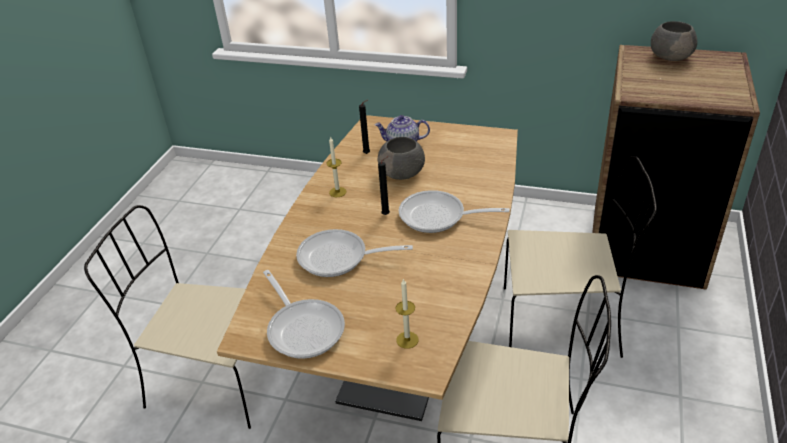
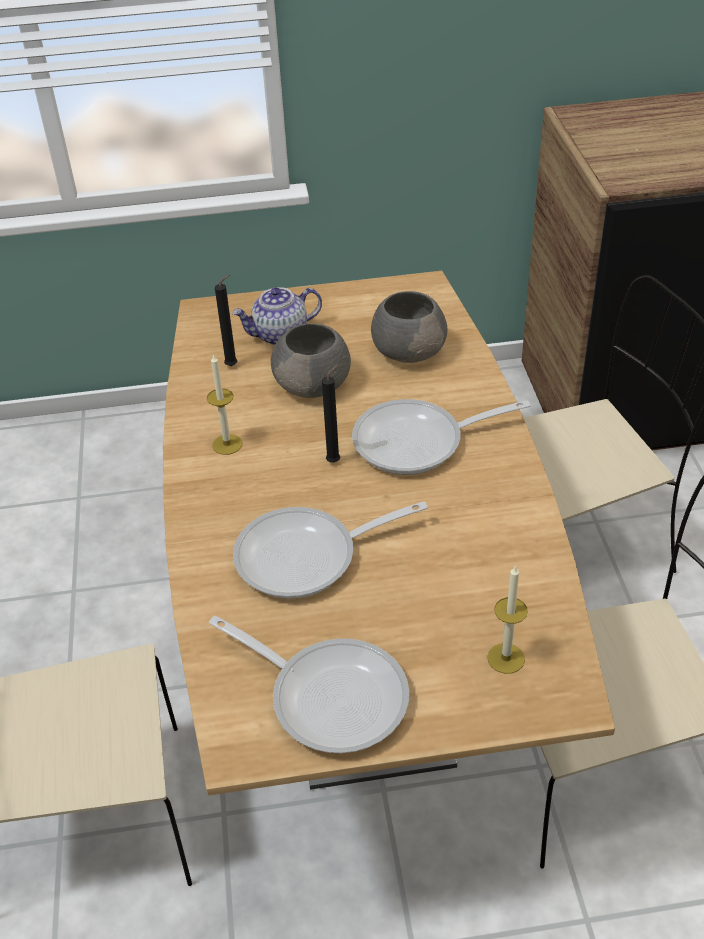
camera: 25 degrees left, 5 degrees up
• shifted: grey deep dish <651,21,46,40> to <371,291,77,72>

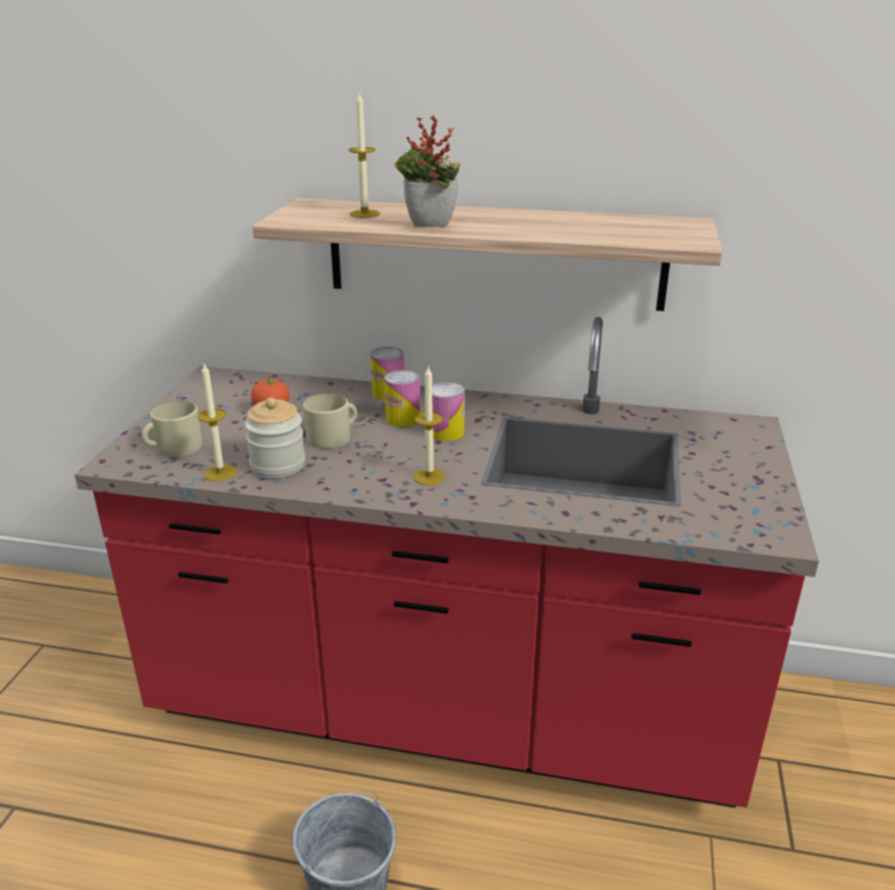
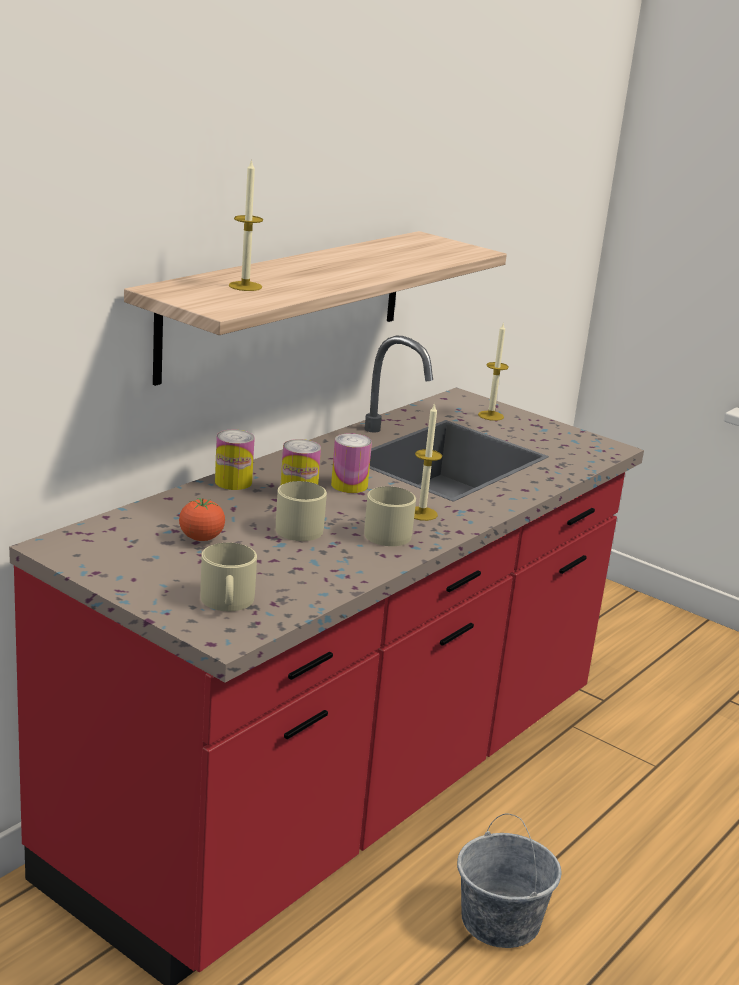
camera: 65 degrees left, 5 degrees down
• shifted: candle <197,363,40,119> to <478,322,31,99>
• gone: storage jar <244,397,61,81>
• gone: houseplant <394,115,66,112>
• new: beige-coloured coffee mug <364,486,52,60>

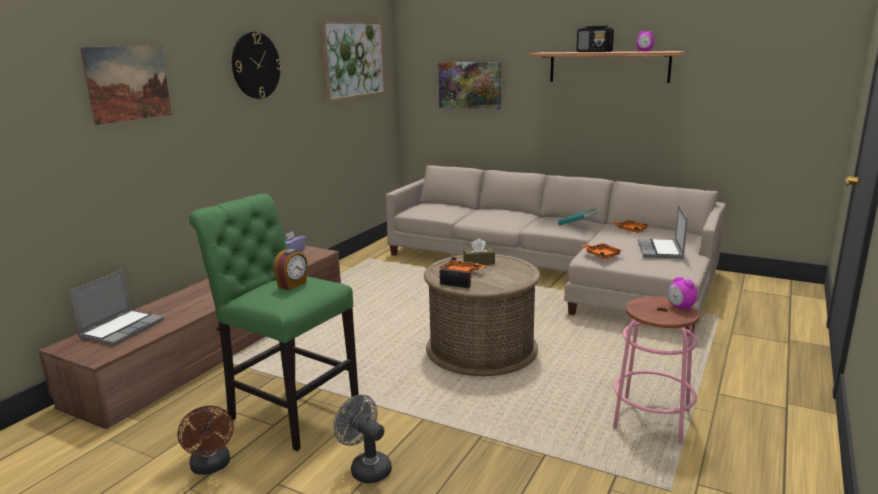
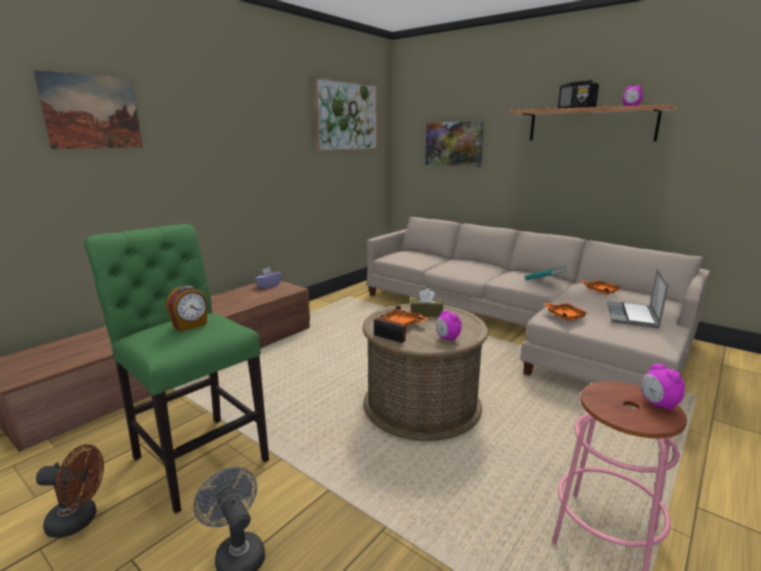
camera: 10 degrees right, 0 degrees up
• gone: laptop <69,269,95,76>
• rotated: brownish electric fan <177,406,57,69> = <36,444,68,94> 75 degrees counterclockwise
• gone: wall clock <232,32,50,67>
• new: table clock <436,310,26,31>

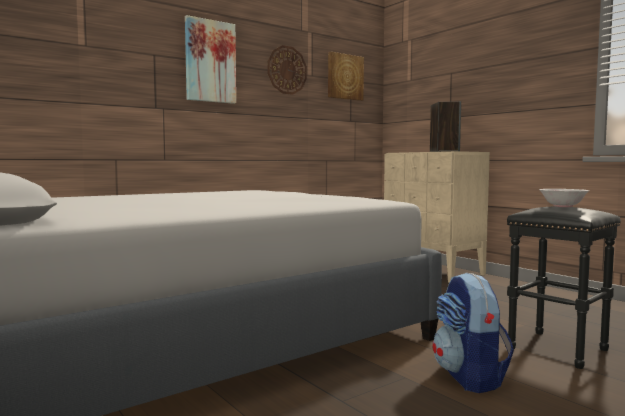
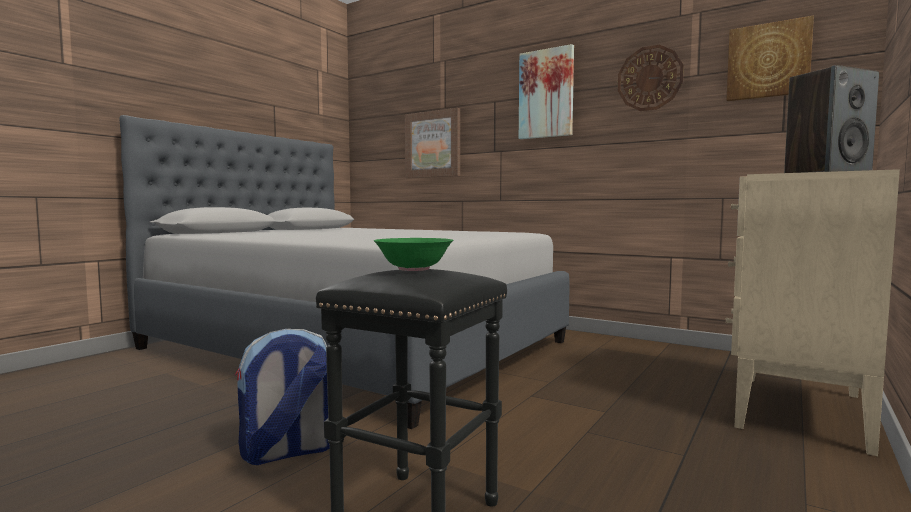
camera: 70 degrees right, 0 degrees up
• repainted: white deep dish <539,189,50,18> to greenish deep dish <374,238,79,33>
• new: wall picture <405,108,55,70>

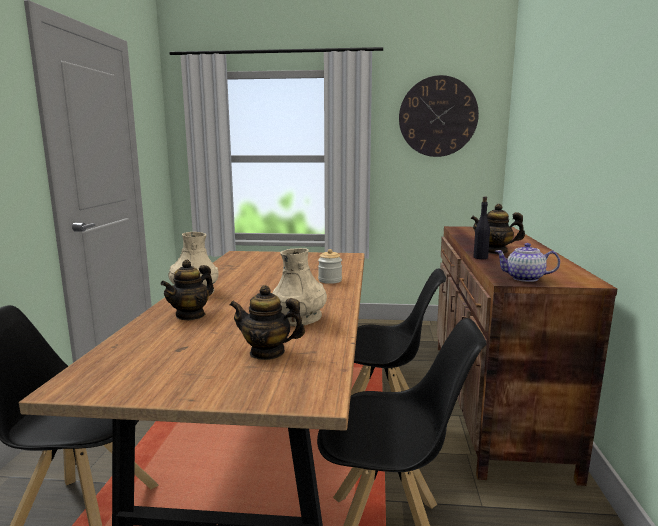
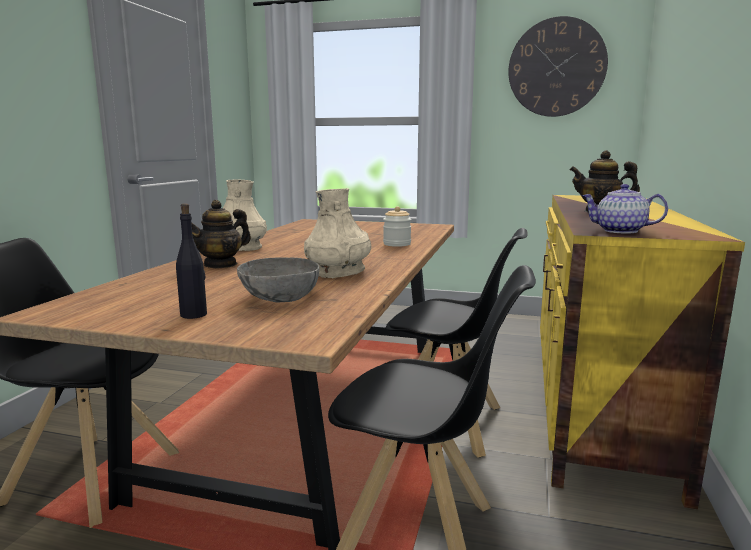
camera: 10 degrees right, 0 degrees up
• swapped: tea pot <230,285,75,75> to grey deep dish <237,257,82,46>
• repainted: brownish cabinet <437,226,180,260> to yellow cabinet <540,195,205,314>
• shifted: black-coloured beverage bottle <473,197,17,62> to <176,203,31,116>

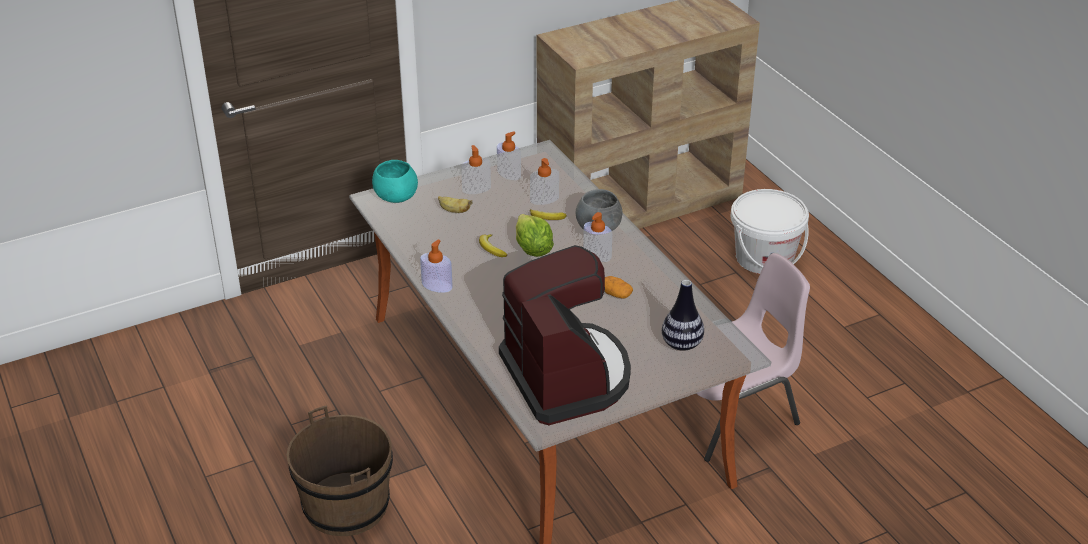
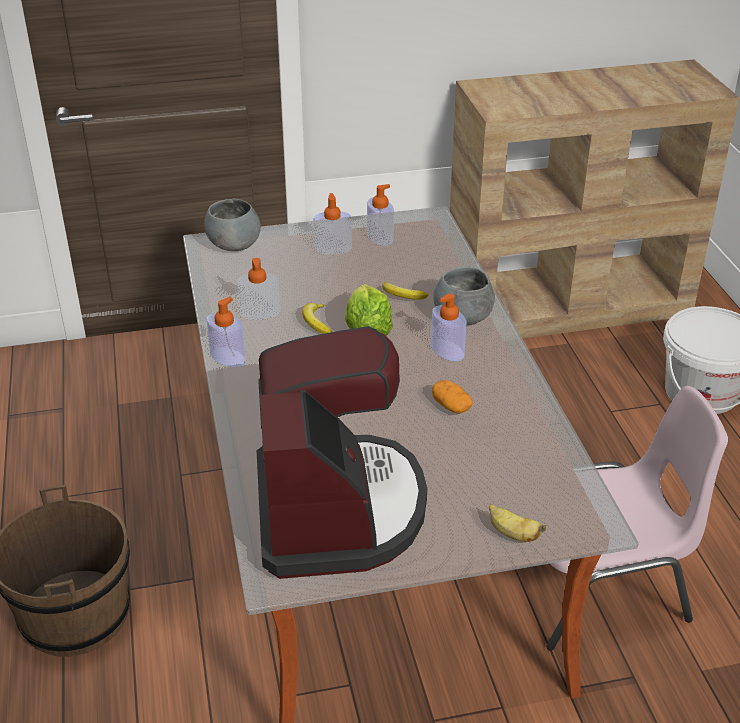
camera: 15 degrees right, 0 degrees up
• repainted: turquoise-coloured deep dish <372,160,46,43> to grey deep dish <204,199,57,52>
• shifted: whole banana <438,196,34,17> to <489,504,57,38>
• shifted: soap dispenser <530,158,29,47> to <237,258,43,62>
• gone: flower vase <662,280,42,71>

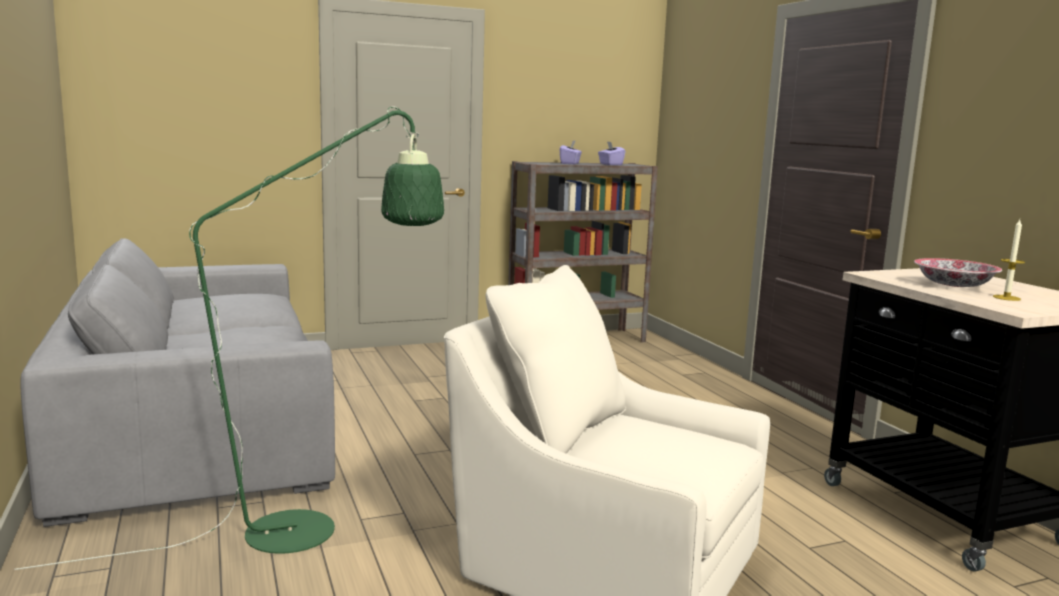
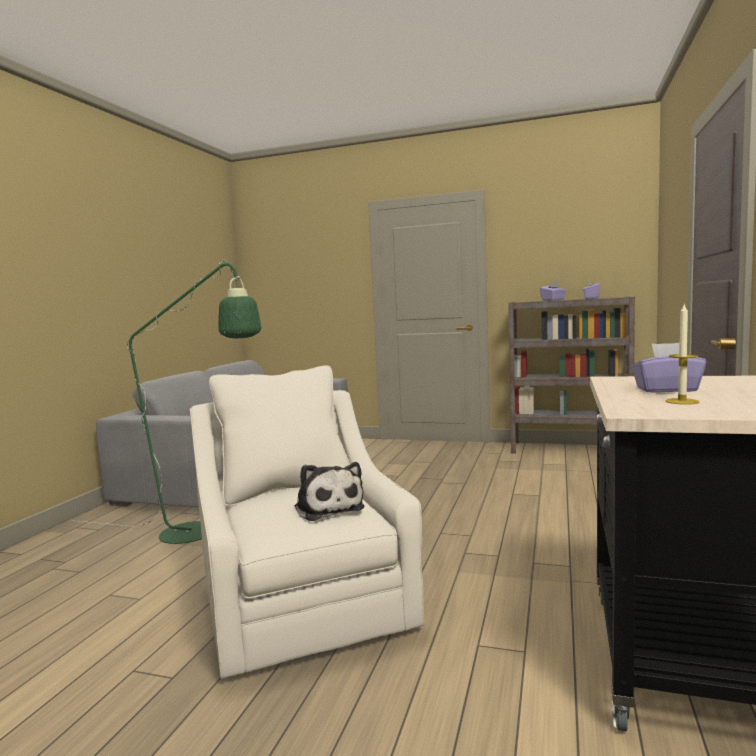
camera: 40 degrees right, 5 degrees down
• swapped: deep dish <914,258,88,29> to purplish tissue box <631,342,75,51>
• new: plush toy <295,462,70,59>

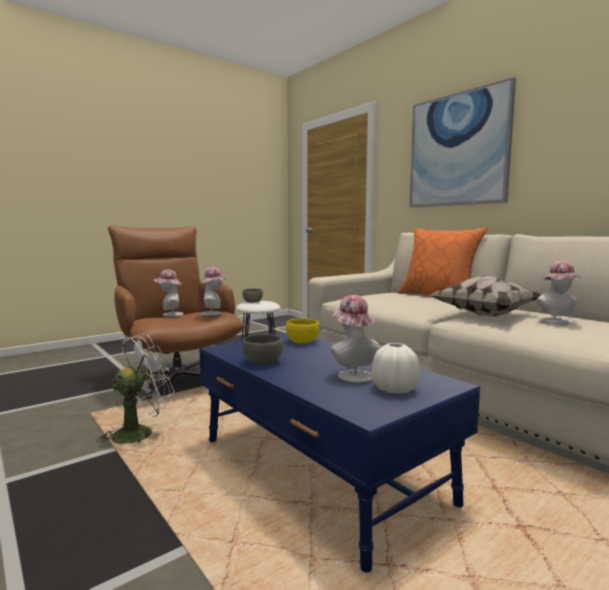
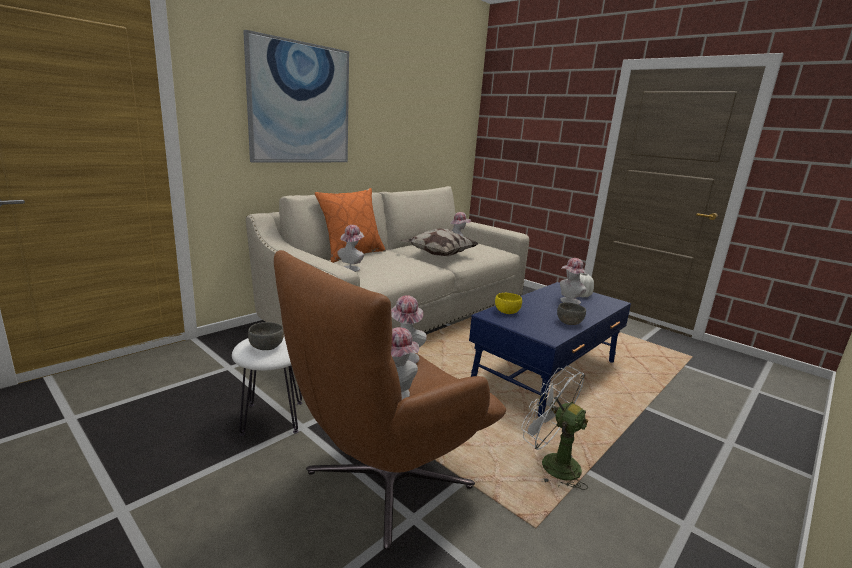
camera: 100 degrees left, 10 degrees up
• new: hat <338,225,26,47>

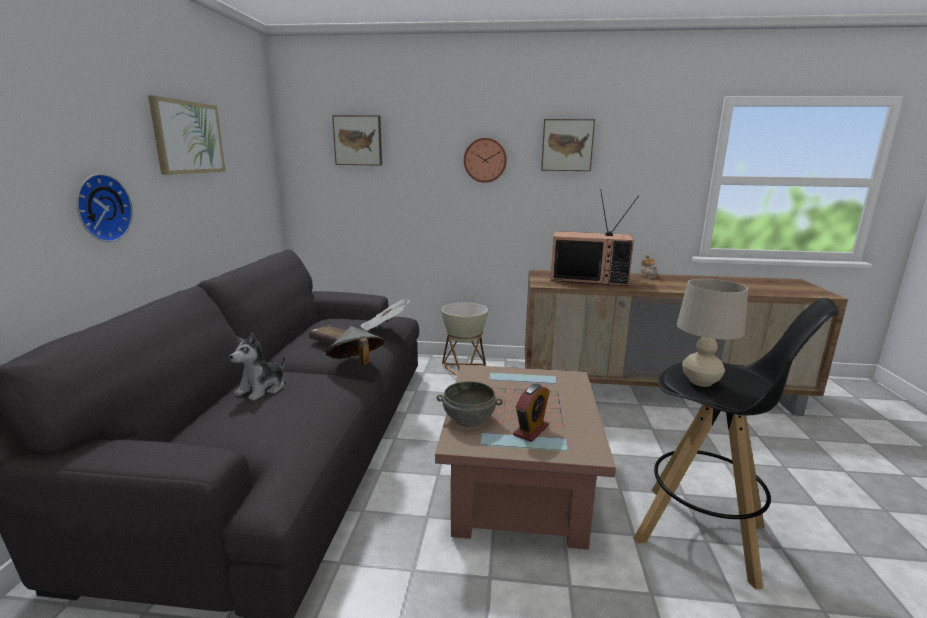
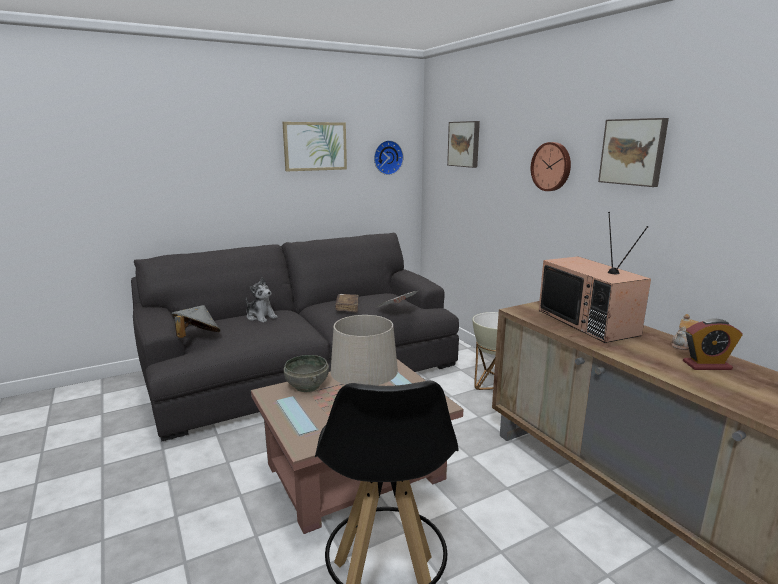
camera: 55 degrees right, 0 degrees up
• shifted: wall clock <76,174,57,68> to <374,140,30,35>
• rotated: plush toy <230,333,55,68> = <246,277,31,46> 135 degrees counterclockwise
• shifted: grey hat <326,326,58,39> to <171,305,50,33>
• shifted: table clock <513,384,37,58> to <683,318,59,52>

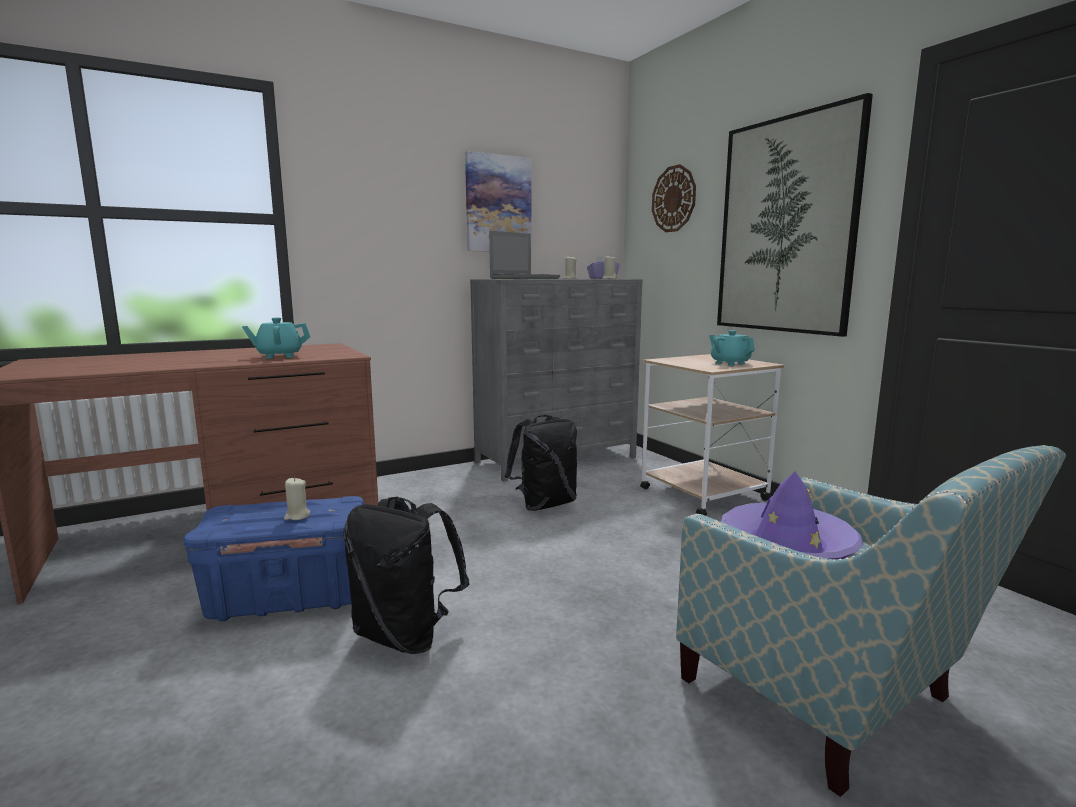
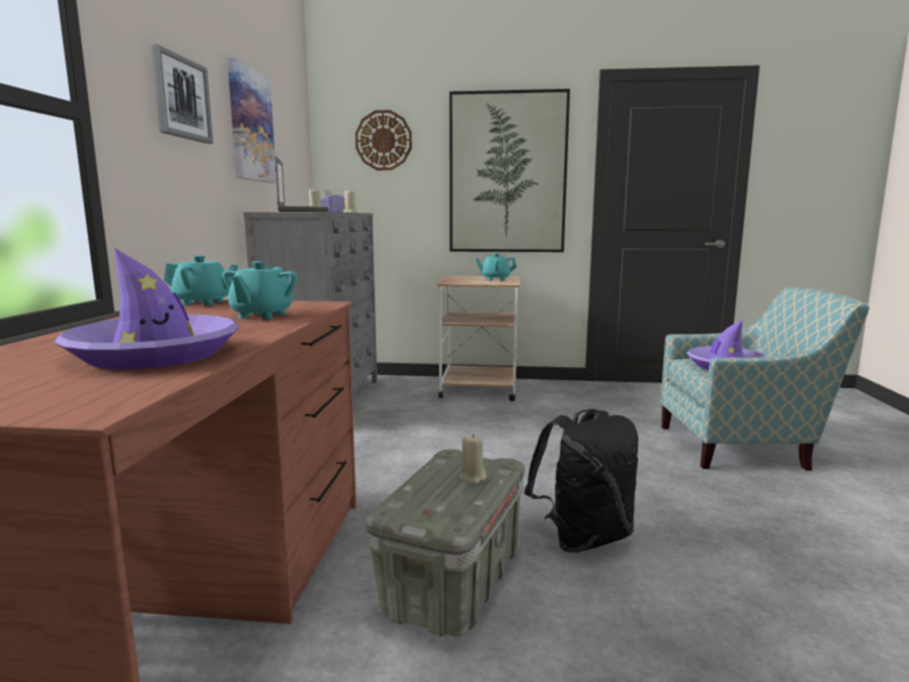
camera: 55 degrees left, 0 degrees up
• repainted: bluish storage container <184,496,180,126> to grey storage container <365,449,160,188>
• gone: black-coloured rucksack <505,415,72,96>
• new: purplish hat <54,248,185,121>
• new: wall picture <151,44,62,100>
• new: turquoise-coloured tea pot <164,255,75,50>

